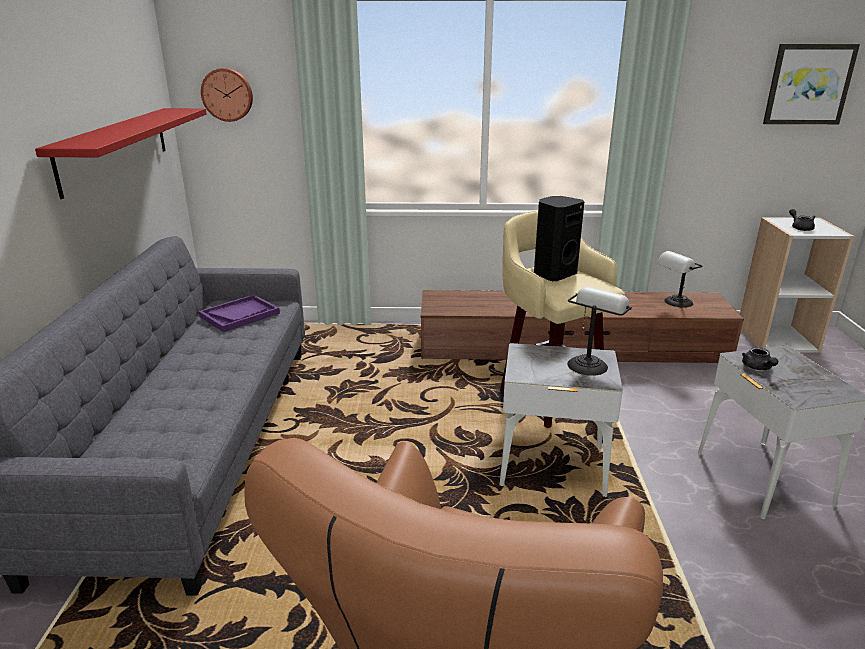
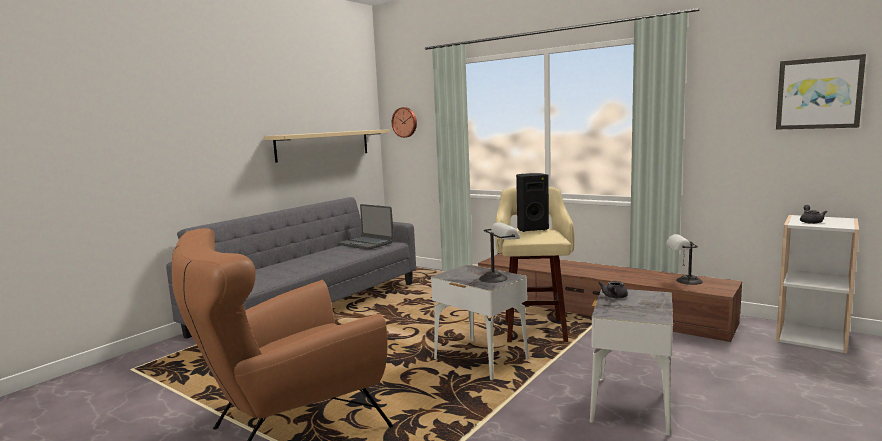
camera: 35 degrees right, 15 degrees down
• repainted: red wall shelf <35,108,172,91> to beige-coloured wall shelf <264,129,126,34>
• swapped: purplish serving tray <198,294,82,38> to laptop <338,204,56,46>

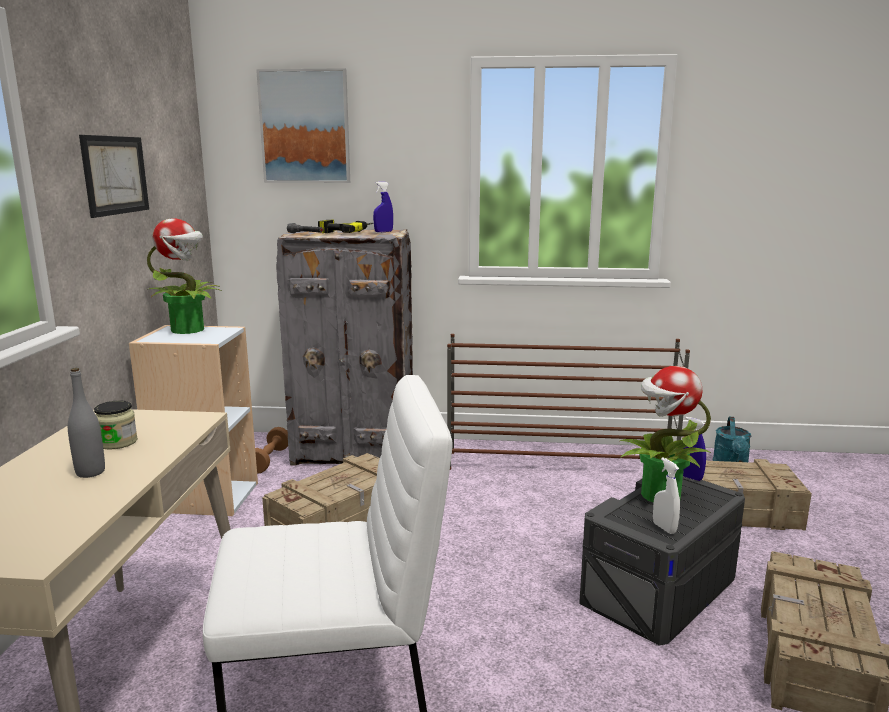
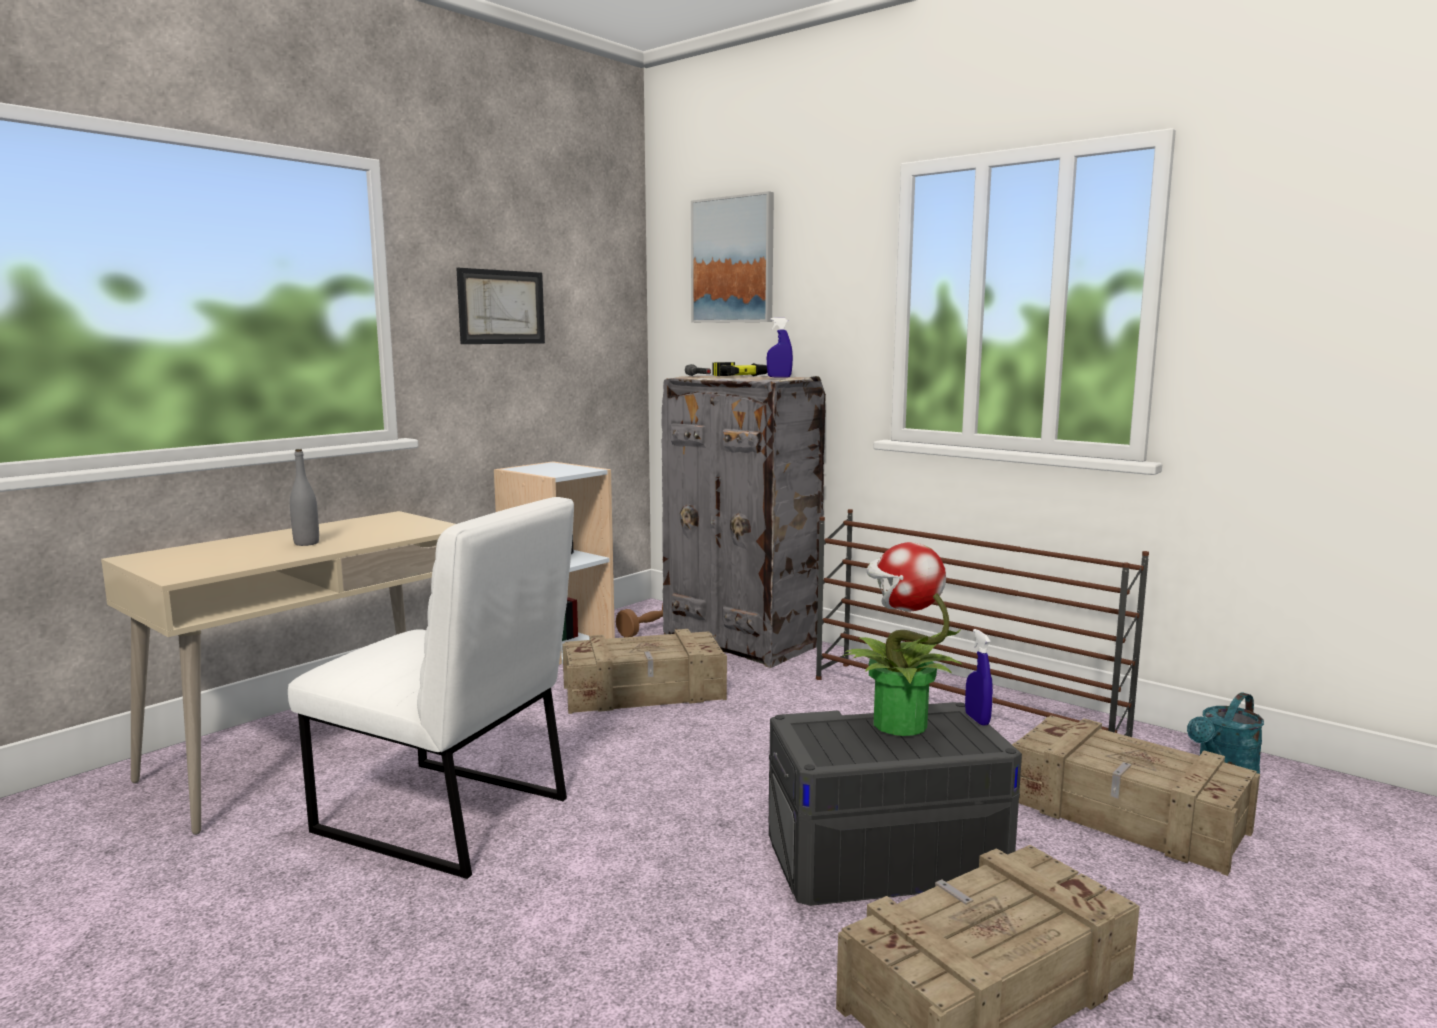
camera: 35 degrees right, 5 degrees down
• gone: storage jar <94,400,44,50>
• gone: houseplant <147,218,75,116>
• gone: white hand sprayer <653,457,27,77>

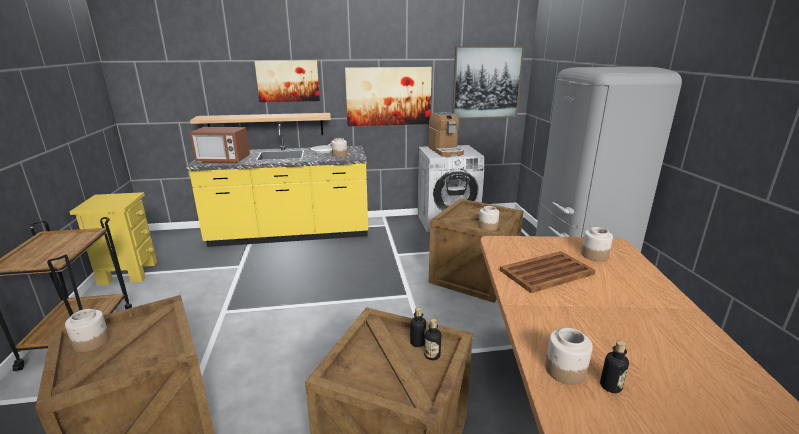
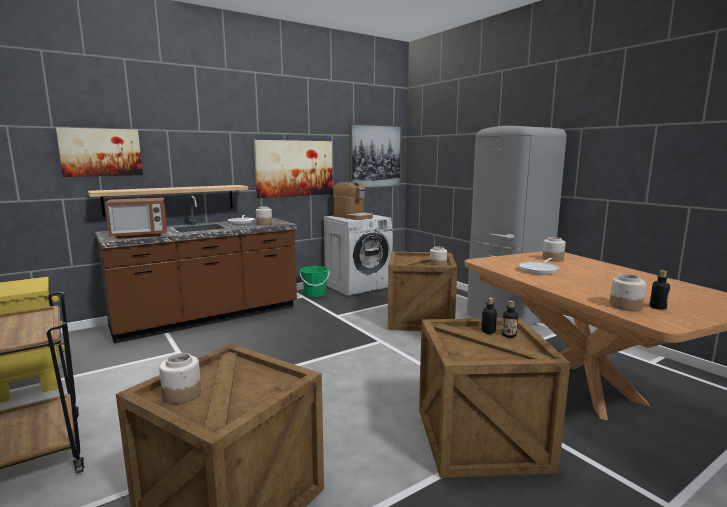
camera: 25 degrees left, 10 degrees down
• repainted: yellow kitchen counter <186,124,182,123> to brownish kitchen counter <95,196,202,148>
• shifted: wall picture <254,60,66,42> to <56,127,87,50>
• swapped: brownish serving tray <500,251,96,42> to skillet <518,258,41,17>
• new: greenish pail <300,266,30,32>

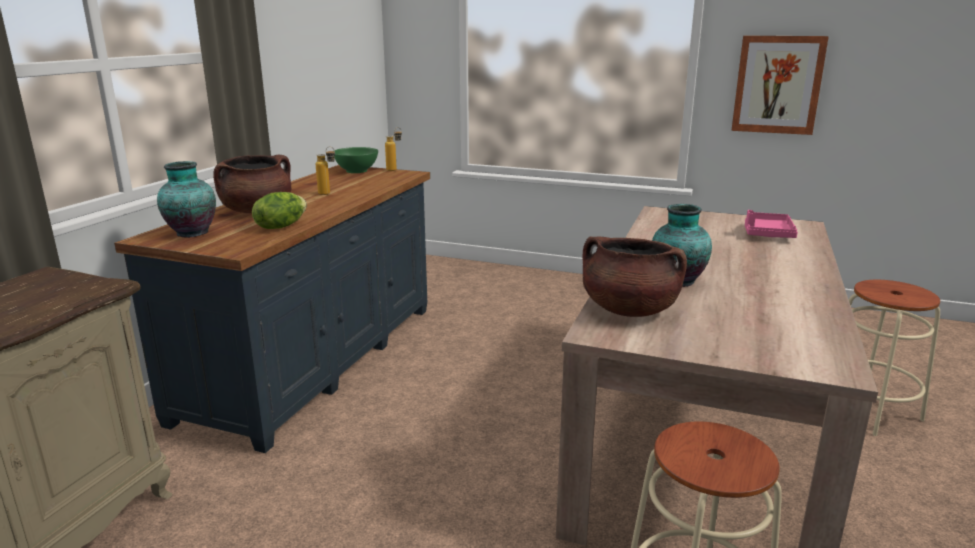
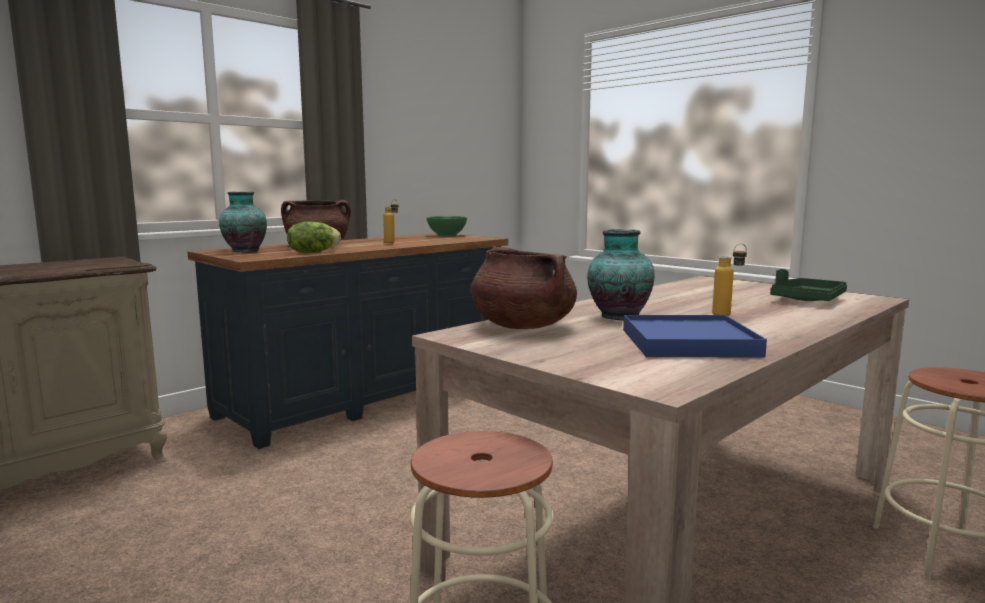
camera: 25 degrees right, 10 degrees down
• shifted: beverage bottle <385,127,17,44> to <712,243,35,73>
• gone: wall picture <731,36,98,99>
• repainted: pinkish serving tray <745,210,53,28> to greenish serving tray <770,269,77,32>
• new: bluish serving tray <623,315,144,42>

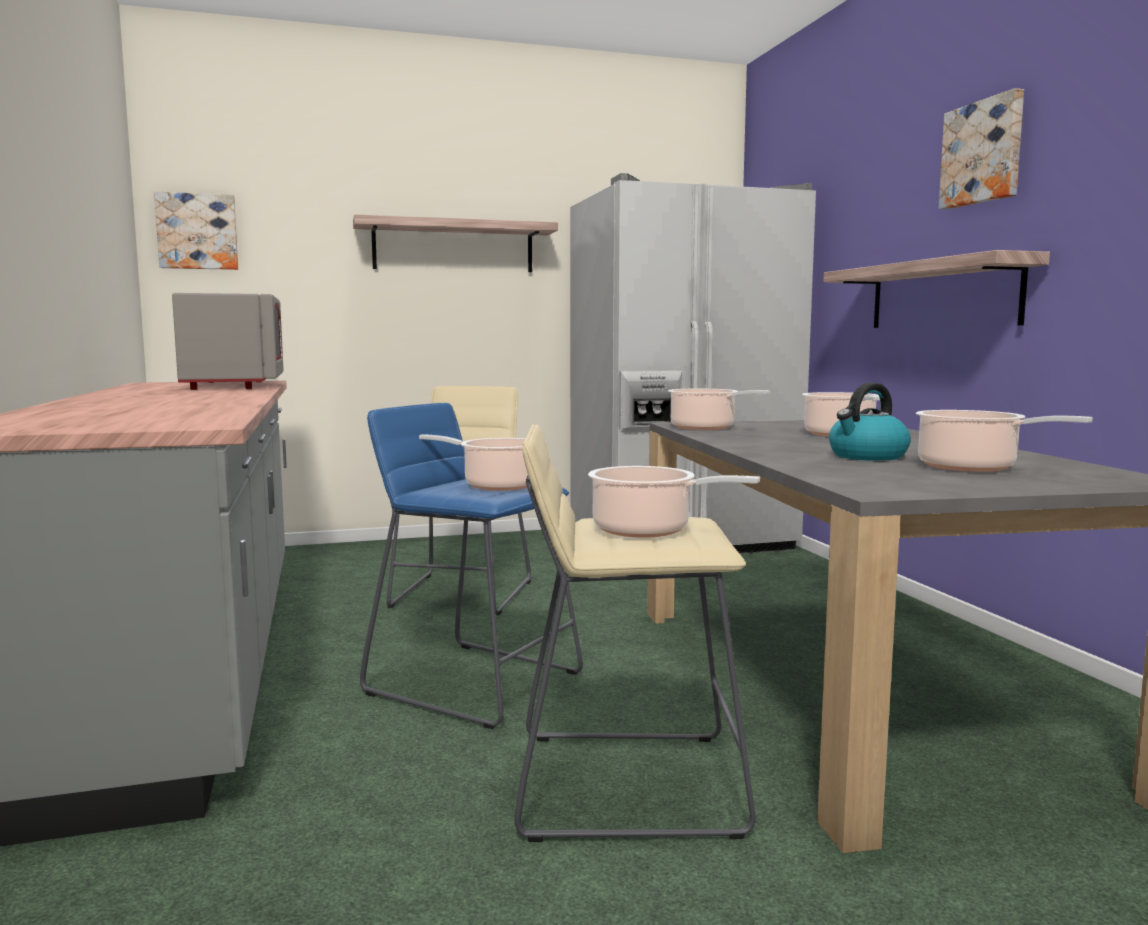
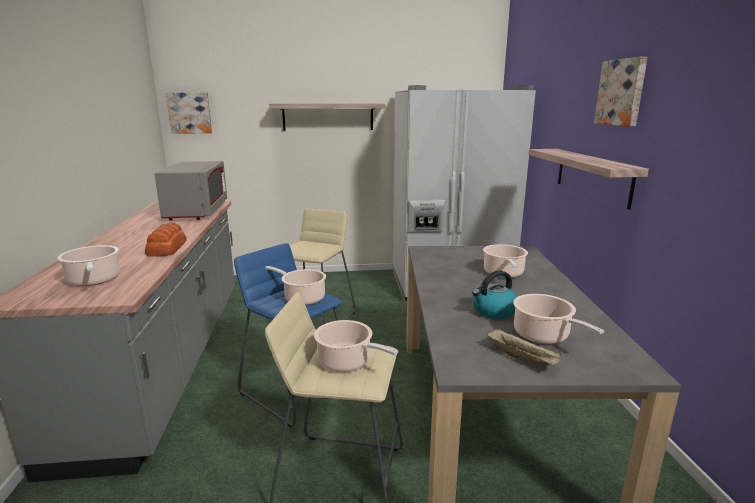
camera: 10 degrees right, 10 degrees up
• shifted: saucepot <668,389,102,41> to <57,245,63,41>
• new: baked bread <145,223,42,34>
• new: beige-coloured serving tray <487,329,75,36>

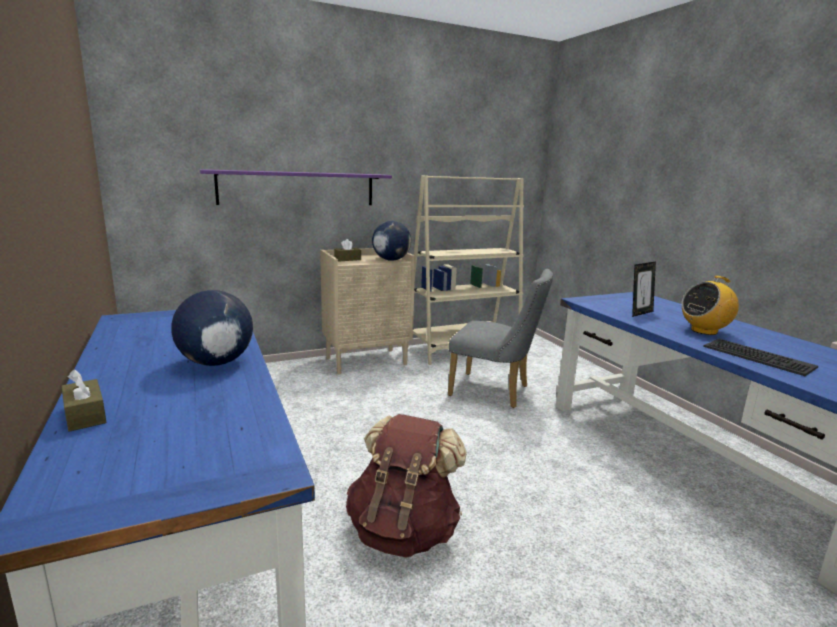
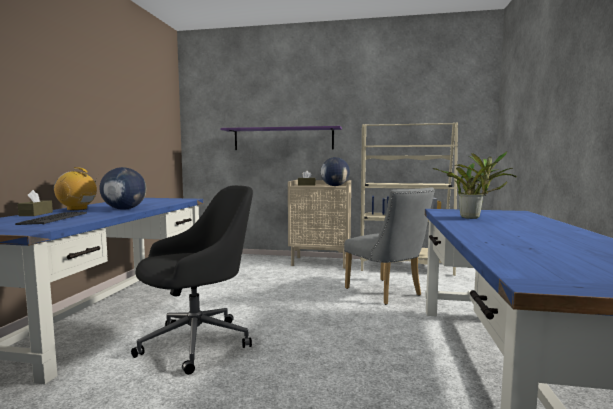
camera: 35 degrees right, 10 degrees down
• swapped: brownish rucksack <346,414,121,144> to black-coloured desk chair <131,185,122,190>
• swapped: standing frame <632,261,24,56> to houseplant <433,152,84,67>
• shifted: radio receiver <682,276,57,59> to <54,167,45,43>
• shifted: computer keyboard <703,339,115,37> to <15,212,72,13>

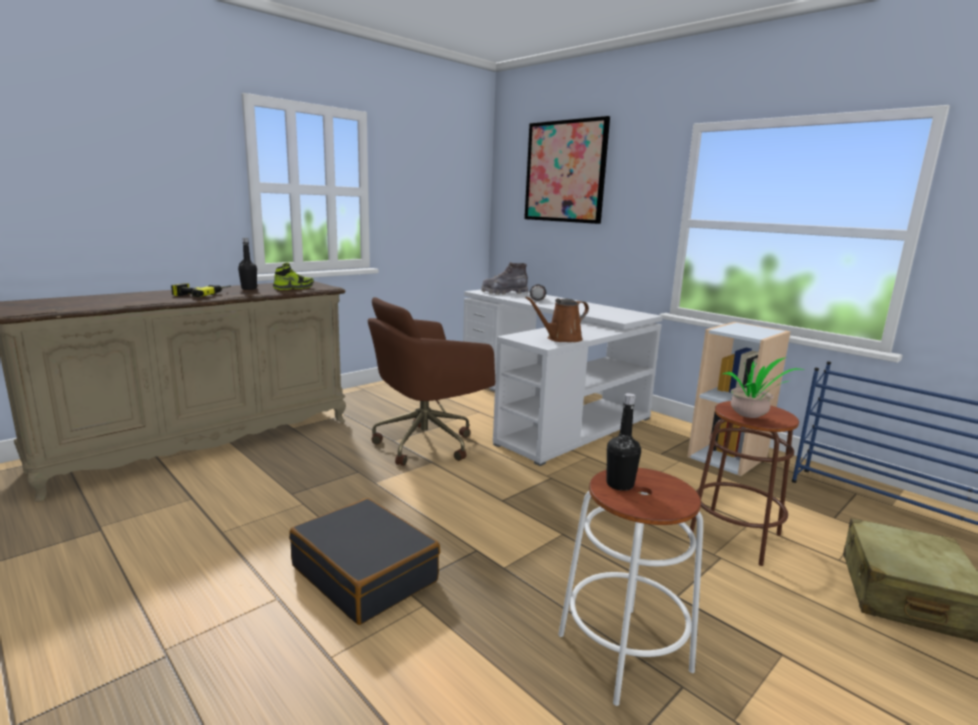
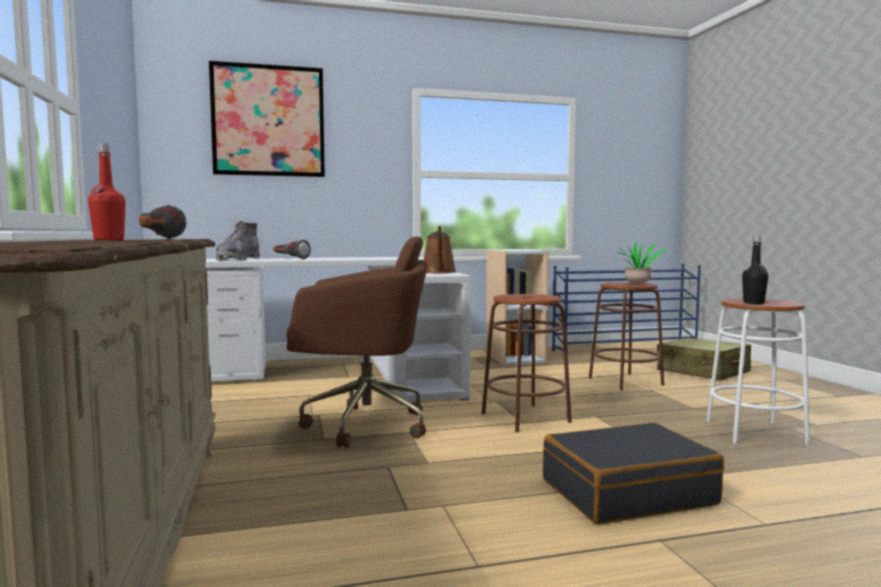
camera: 60 degrees left, 10 degrees down
• gone: drill <171,283,60,14>
• repainted: black-coloured beverage bottle <238,238,19,52> to red beverage bottle <88,143,38,97>
• swapped: item of footwear <273,263,41,27> to torch <139,205,48,34>
• rotated: brownish desk chair <368,297,127,169> = <287,237,141,211> 90 degrees counterclockwise
• new: brownish sitting stool <482,294,90,138>

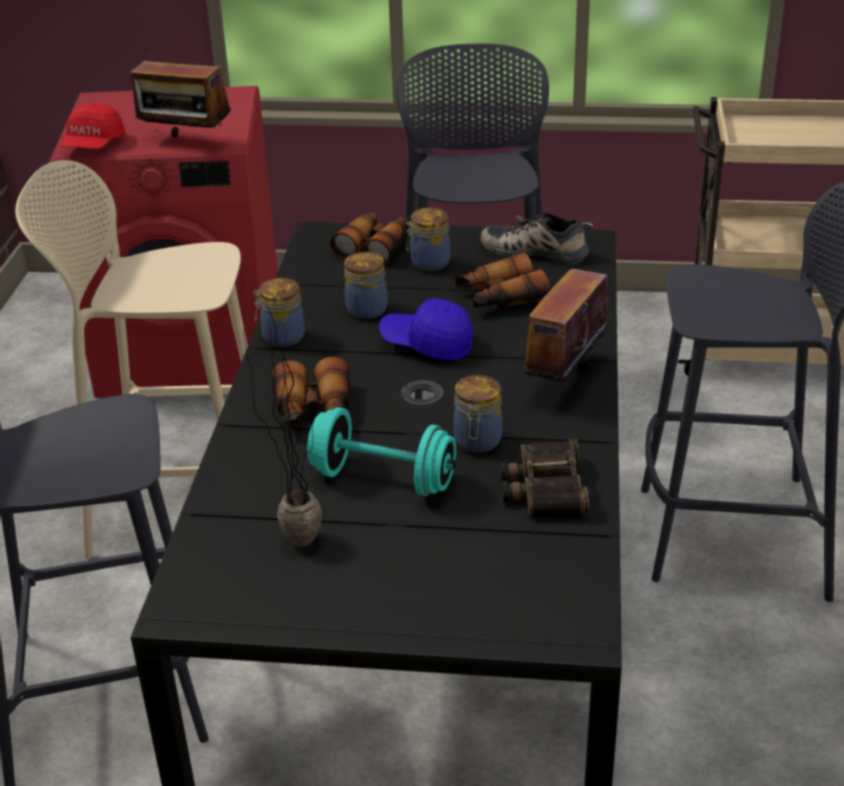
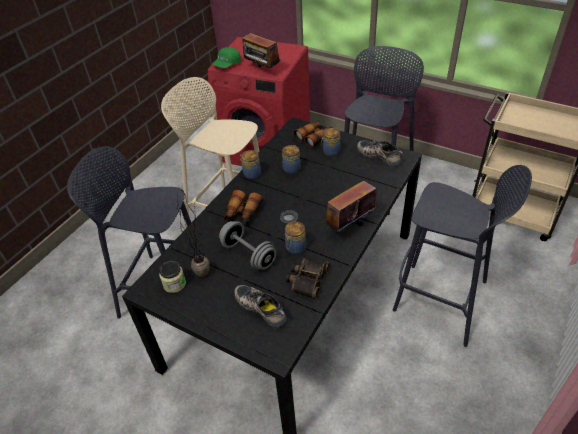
camera: 25 degrees right, 10 degrees up
• repainted: red baseball cap <59,103,66,46> to greenish baseball cap <212,47,29,21>
• repainted: turquoise-coloured hand weight <307,407,149,89> to grey hand weight <219,221,57,49>
• gone: bluish baseball cap <379,298,93,62>
• gone: field glasses <455,253,95,55>
• new: storage jar <159,261,27,32>
• new: item of footwear <235,285,52,43>

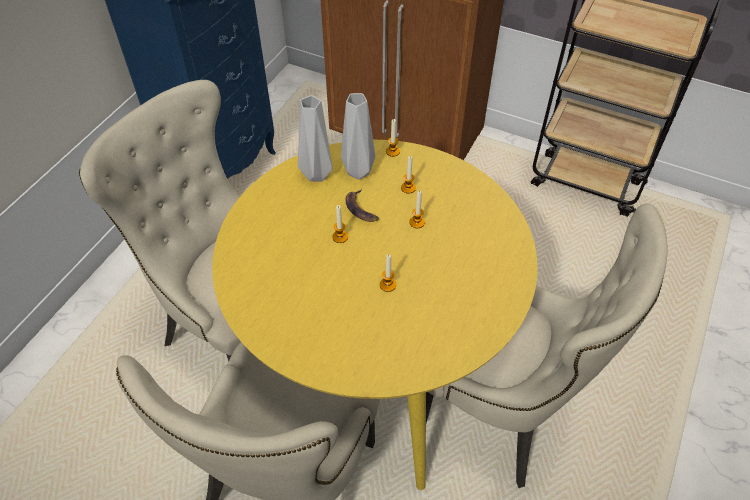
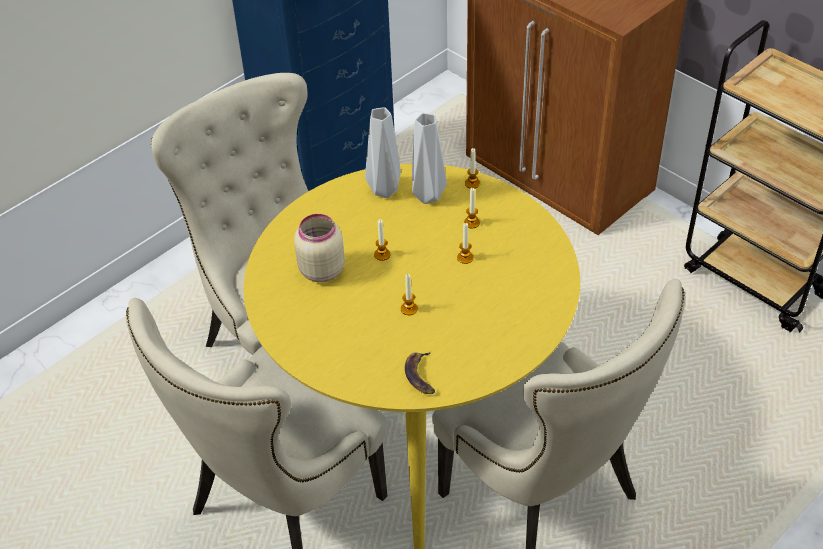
camera: 20 degrees right, 5 degrees down
• shifted: whole banana <346,189,33,33> to <405,352,30,42>
• new: beige-coloured storage jar <294,214,51,68>

